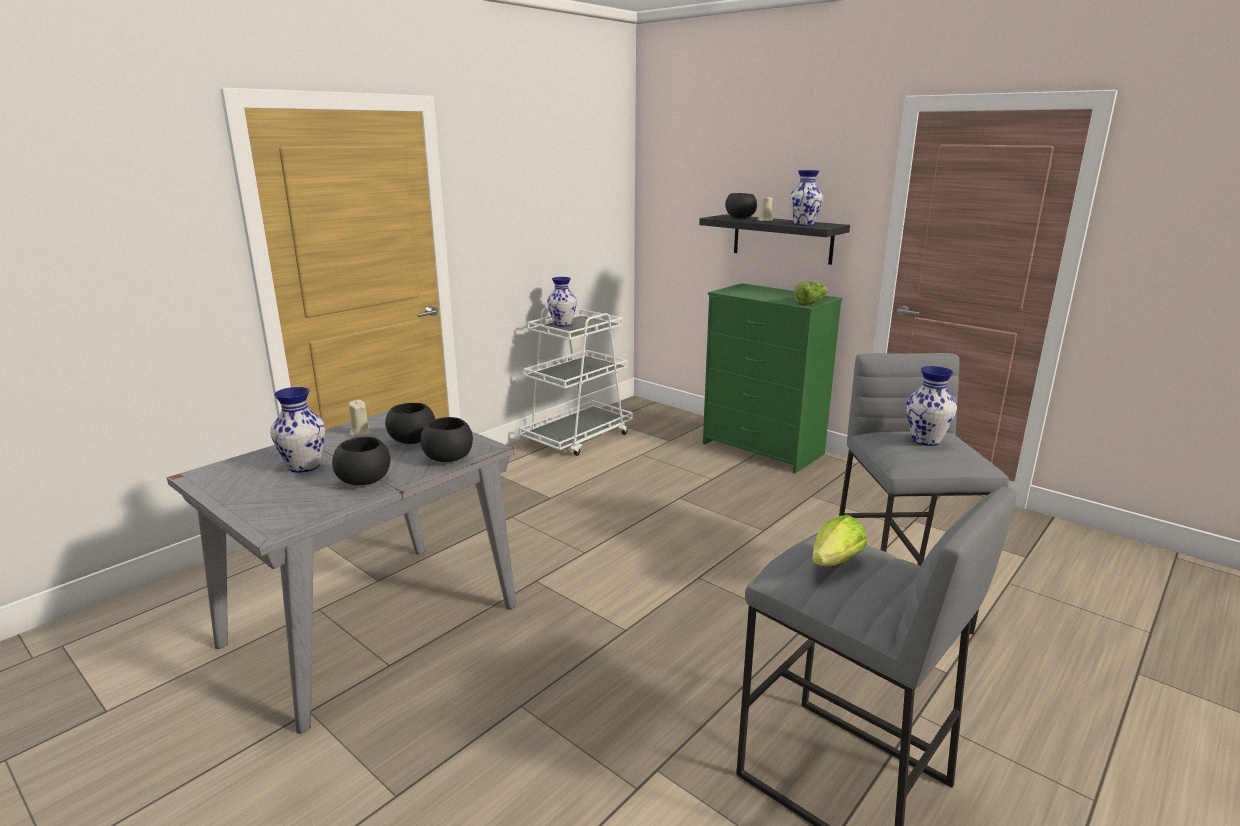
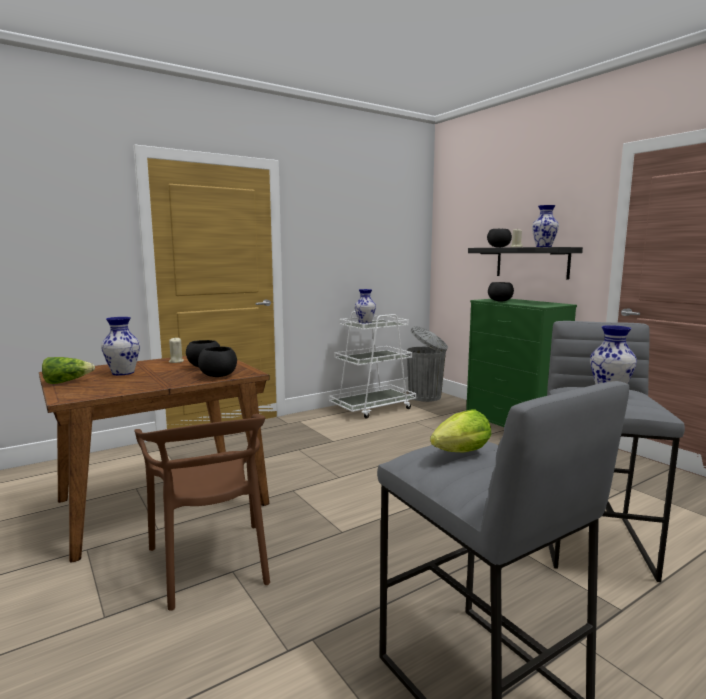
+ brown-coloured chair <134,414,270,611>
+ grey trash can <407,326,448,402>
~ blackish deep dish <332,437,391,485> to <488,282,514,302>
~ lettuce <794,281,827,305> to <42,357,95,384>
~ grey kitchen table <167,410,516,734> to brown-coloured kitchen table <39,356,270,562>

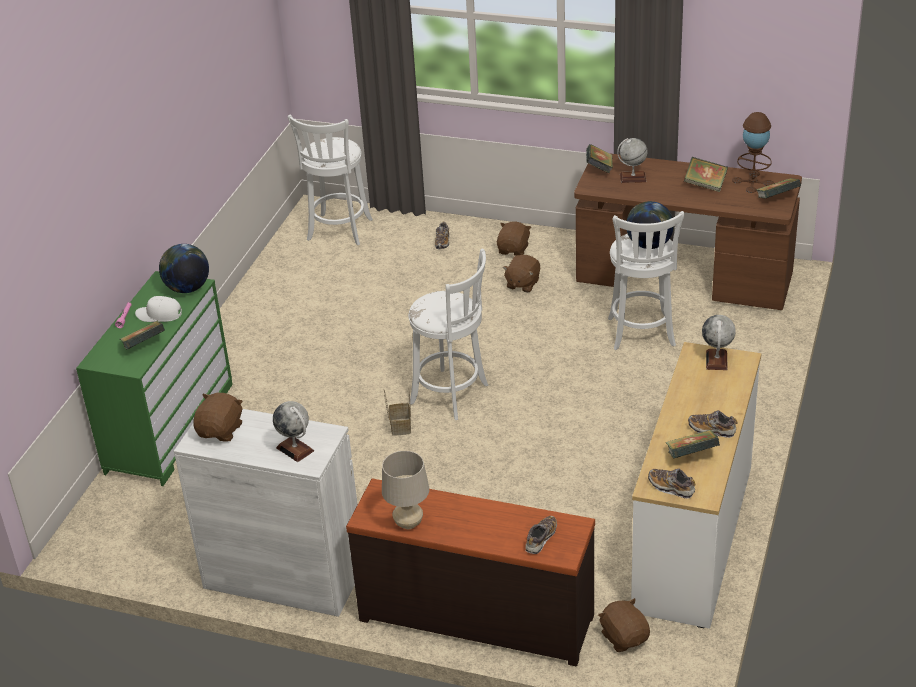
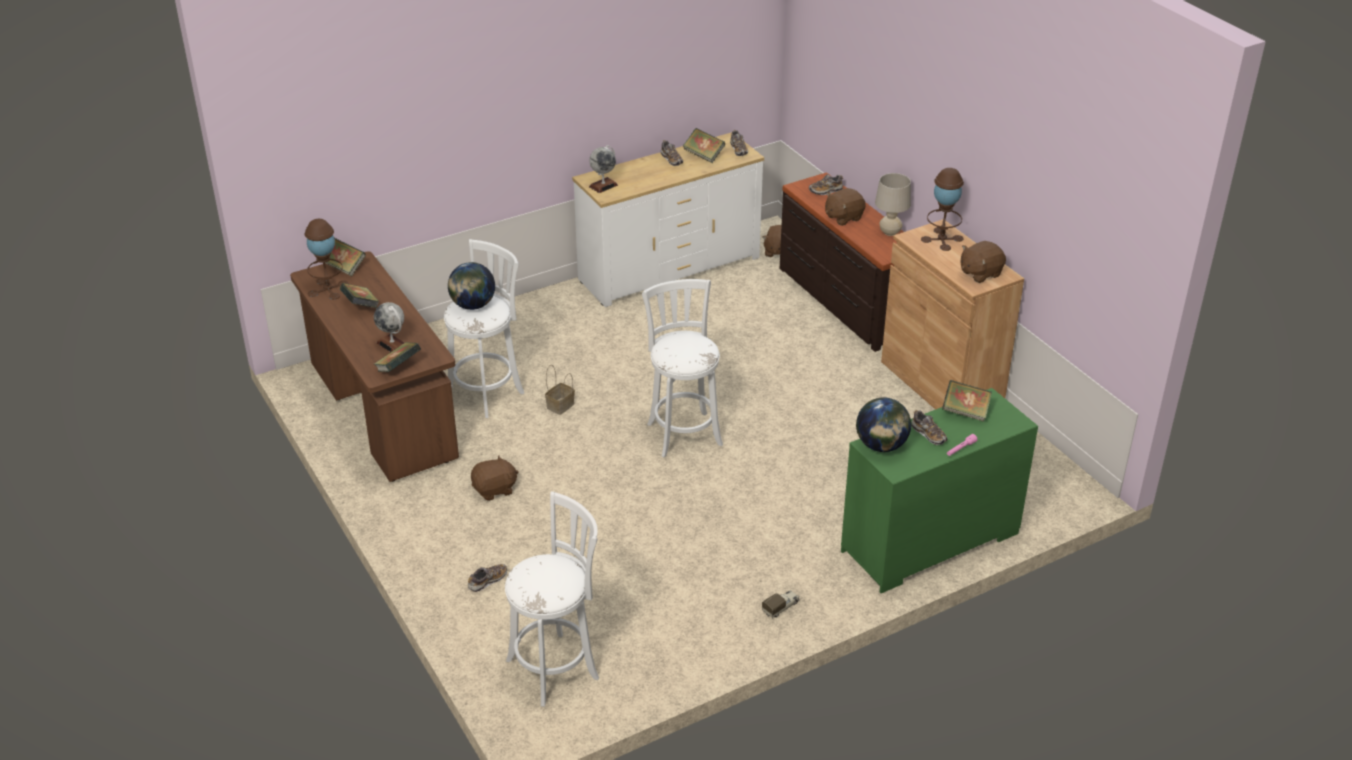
+ toy truck <762,590,799,618>
~ storage basket <384,389,411,436> to <545,365,575,415>
~ brown-coloured cuddly toy <497,222,531,256> to <825,188,866,226>
~ white-coloured cap <135,296,182,322> to low shoe <912,410,947,445>
~ desk globe <273,401,314,462> to brown-coloured table lamp <921,168,964,251>
~ white-coloured storage cabinet <174,409,358,617> to brown-coloured storage cabinet <881,219,1024,410>

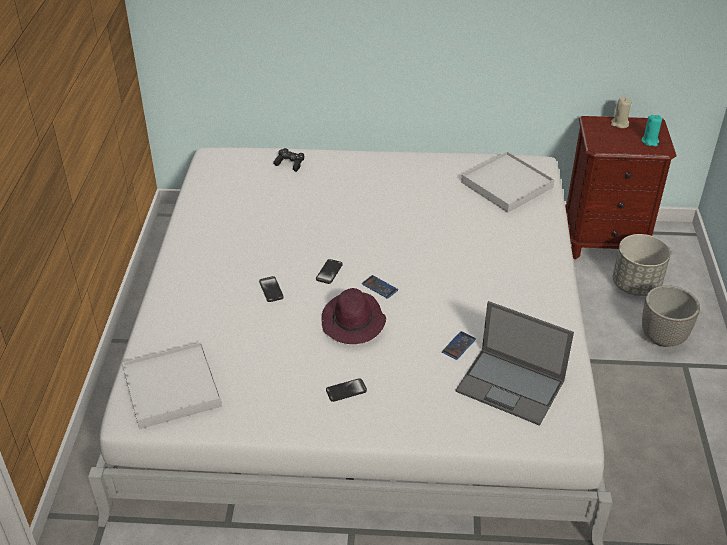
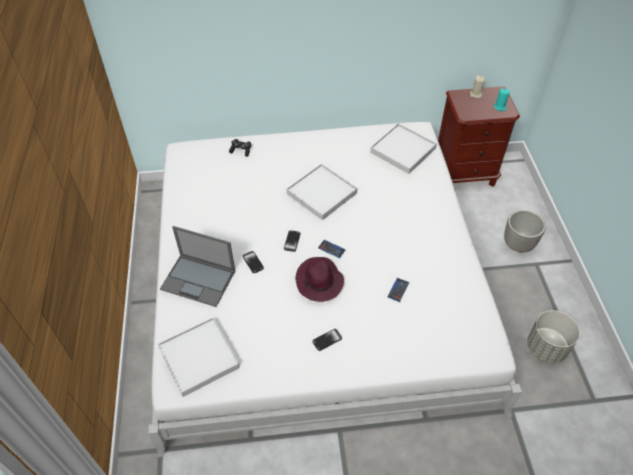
+ white-coloured carrying tray <286,164,357,220>
~ laptop <455,301,574,426> to <160,226,235,307>
~ grey flower pot <613,234,671,296> to <527,310,580,364>

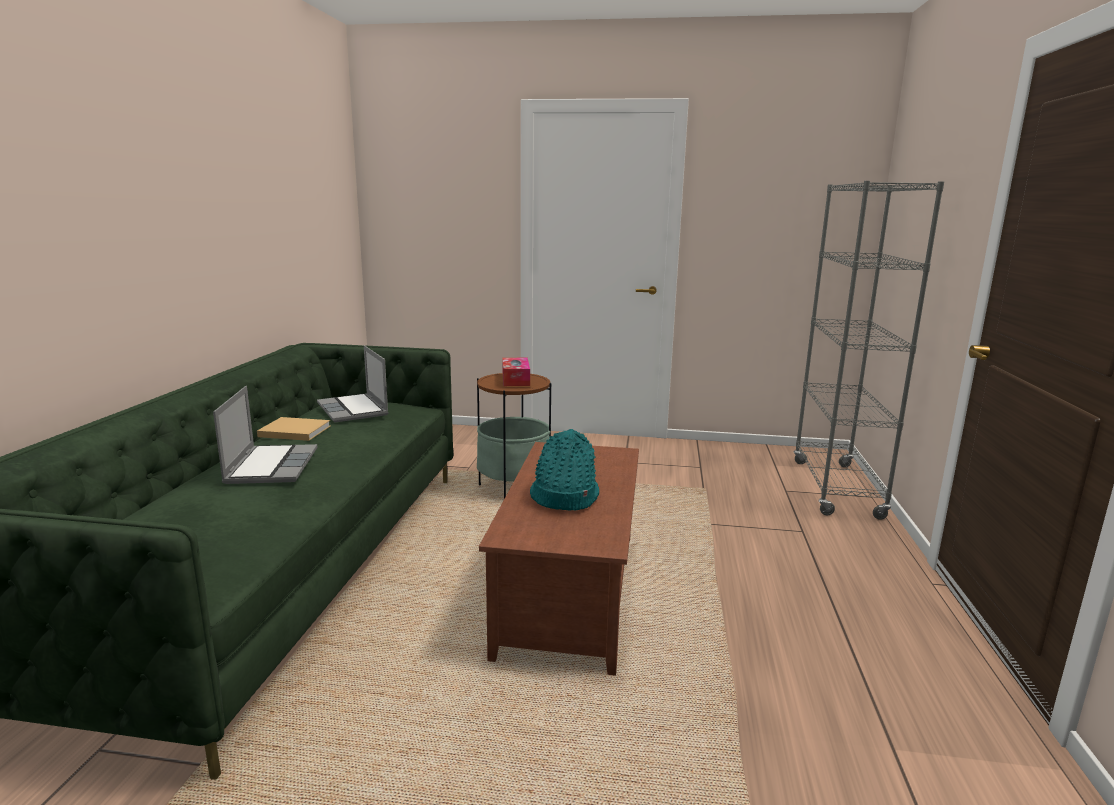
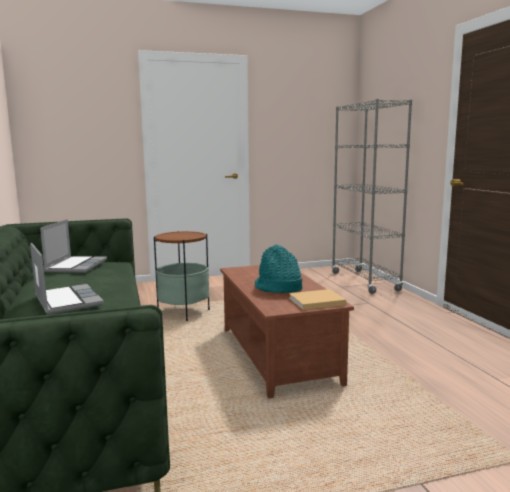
- box of tissues <503,358,530,386>
~ sand-coloured volume <257,417,330,441> to <289,289,346,310>
~ laptop <317,345,389,423> = <40,219,107,273> 120 degrees counterclockwise

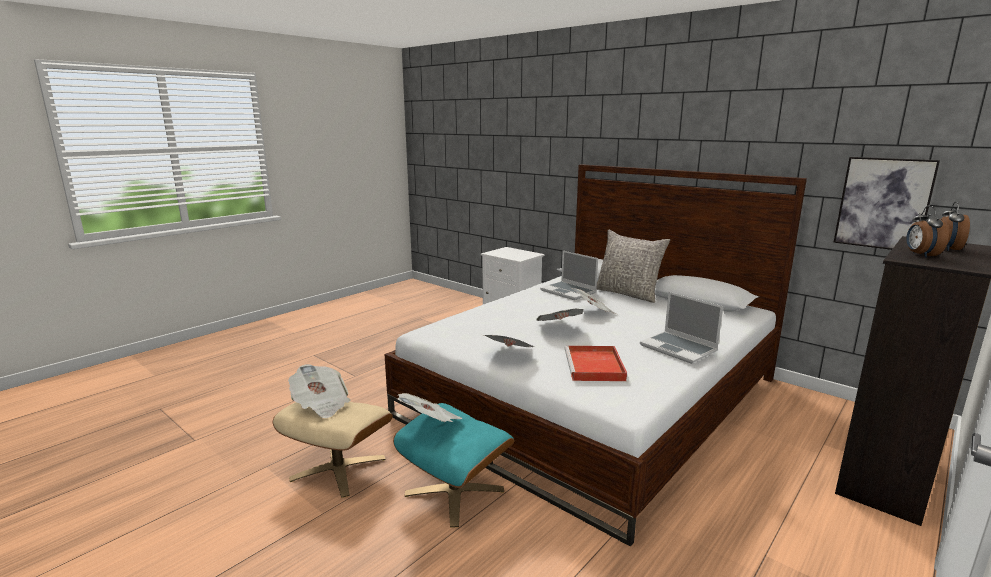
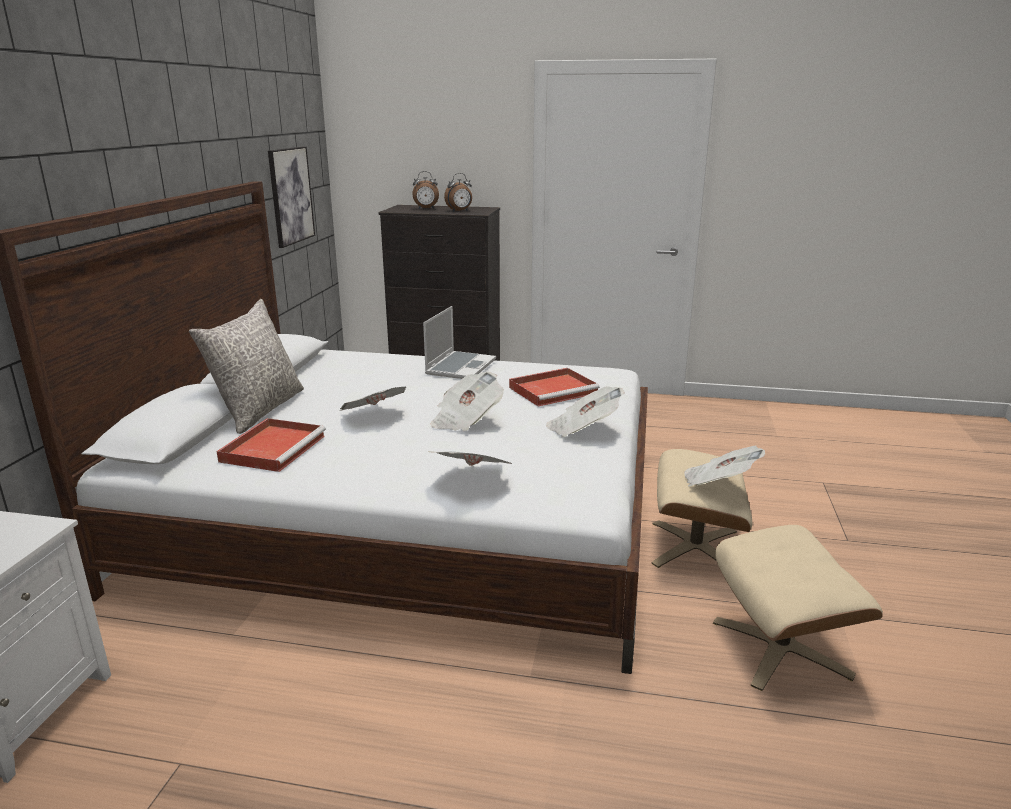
~ daily paper <288,364,350,418> to <428,451,512,466>
~ laptop <540,251,598,300> to red carrying tray <216,418,326,472>
~ turquoise ottoman <393,403,514,528> to sand-coloured ottoman <652,449,752,568>

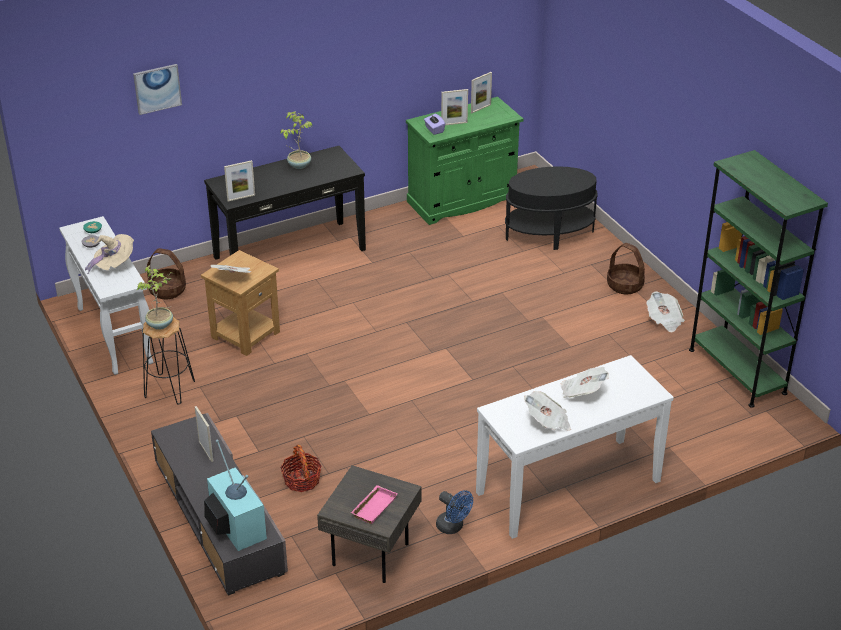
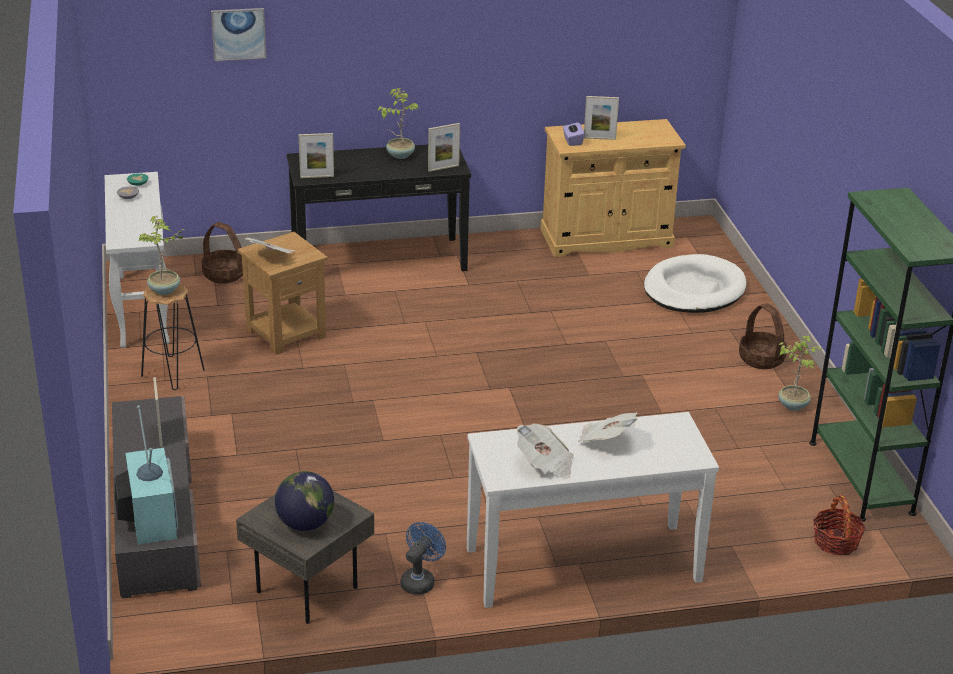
- sand-coloured clothing hat <85,234,134,274>
~ storage basket <280,445,322,492> to <813,495,865,555>
~ picture frame <471,72,492,113> to <428,123,460,172>
~ pinkish carrying tray <351,485,398,524> to desk globe <275,471,334,531>
~ blackish end table <505,166,598,250> to white-coloured dog cushion <644,254,746,313>
~ daily paper <646,291,685,332> to plant in a pot <778,336,822,411>
~ greenish storage cabinet <406,97,524,225> to sand-coloured storage cabinet <540,119,686,257>
~ blue fan <436,490,473,534> = <400,522,446,595> 120 degrees counterclockwise

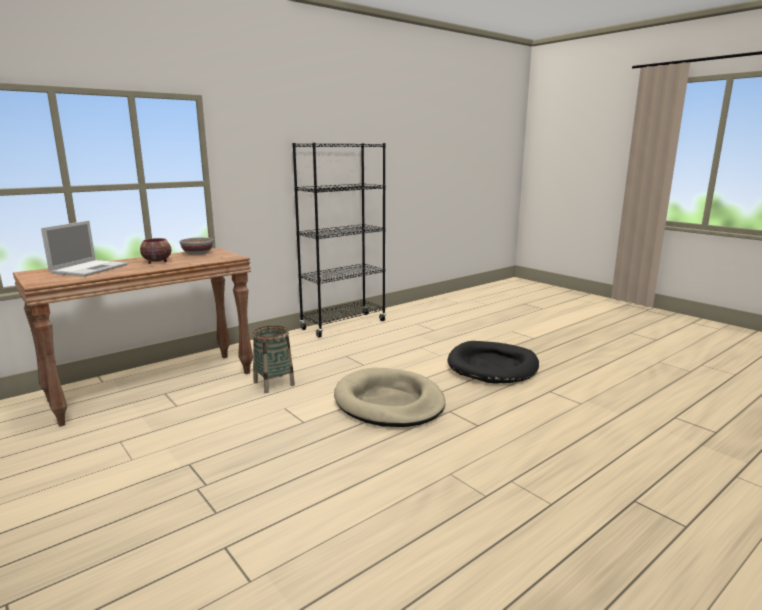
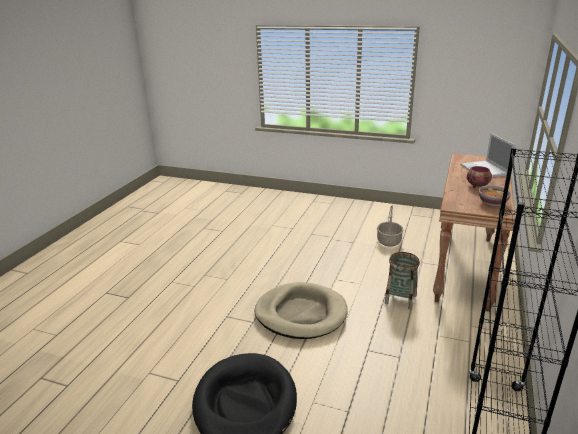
+ storage basket <377,205,403,247>

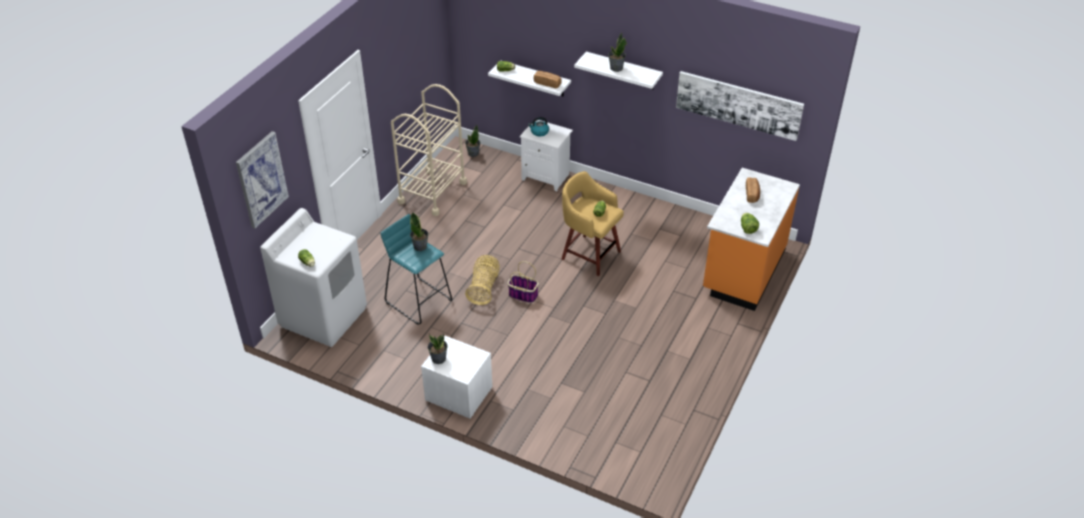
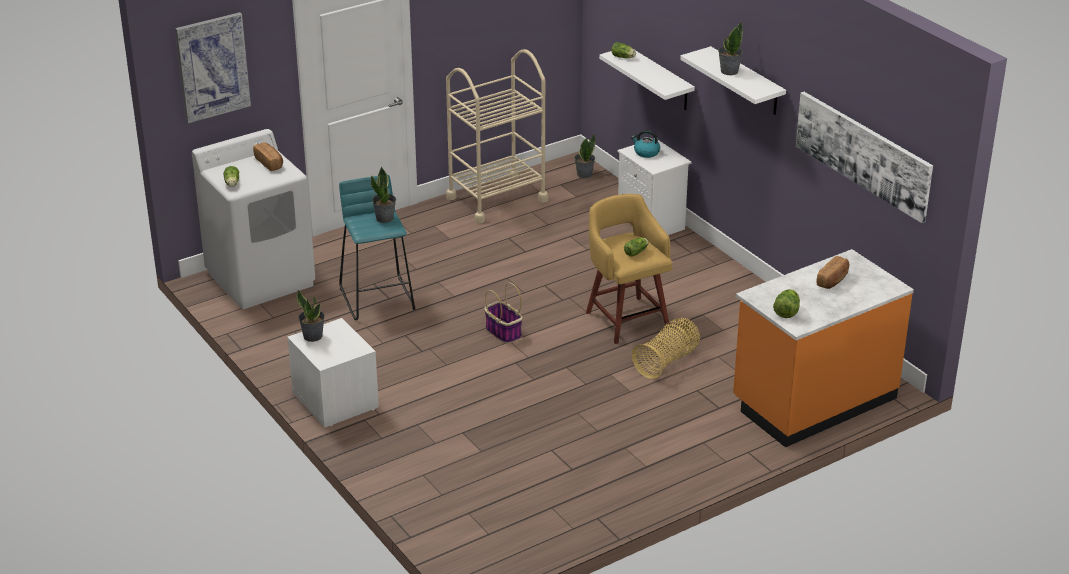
~ storage basket <465,255,500,305> to <632,318,700,379>
~ bakery bread <534,71,562,88> to <253,142,283,171>

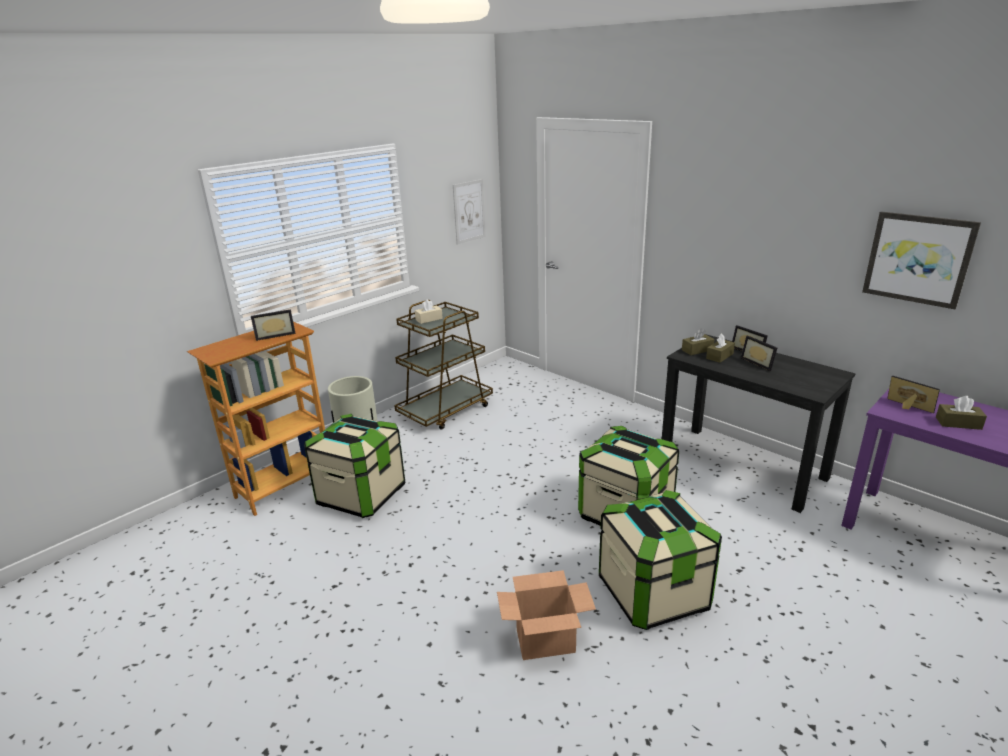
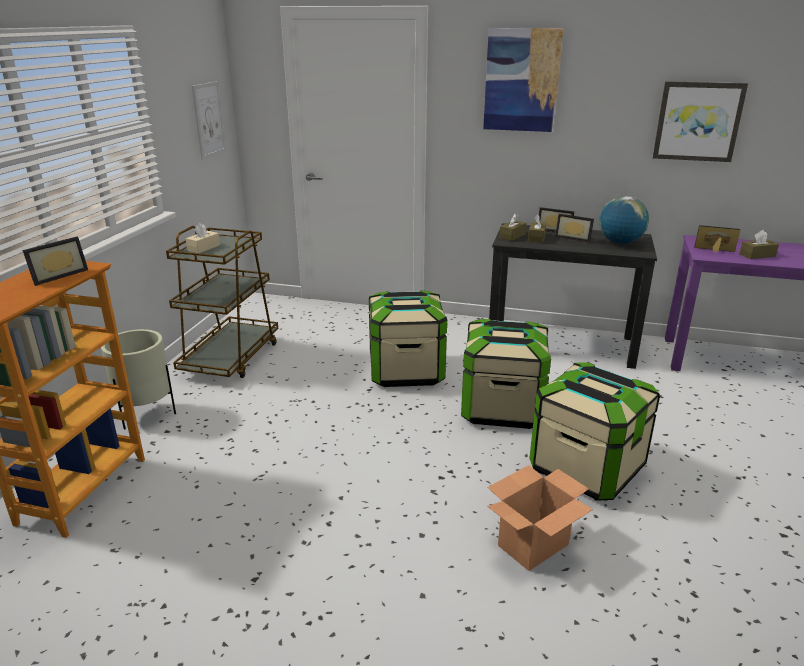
+ wall art <483,28,564,132>
+ desk globe <599,196,649,244>
~ storage container <304,414,405,518> to <369,290,447,387>

